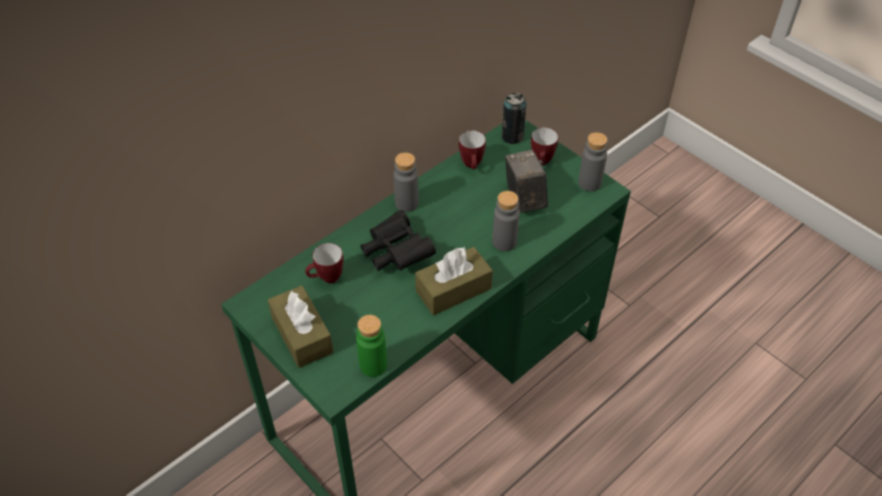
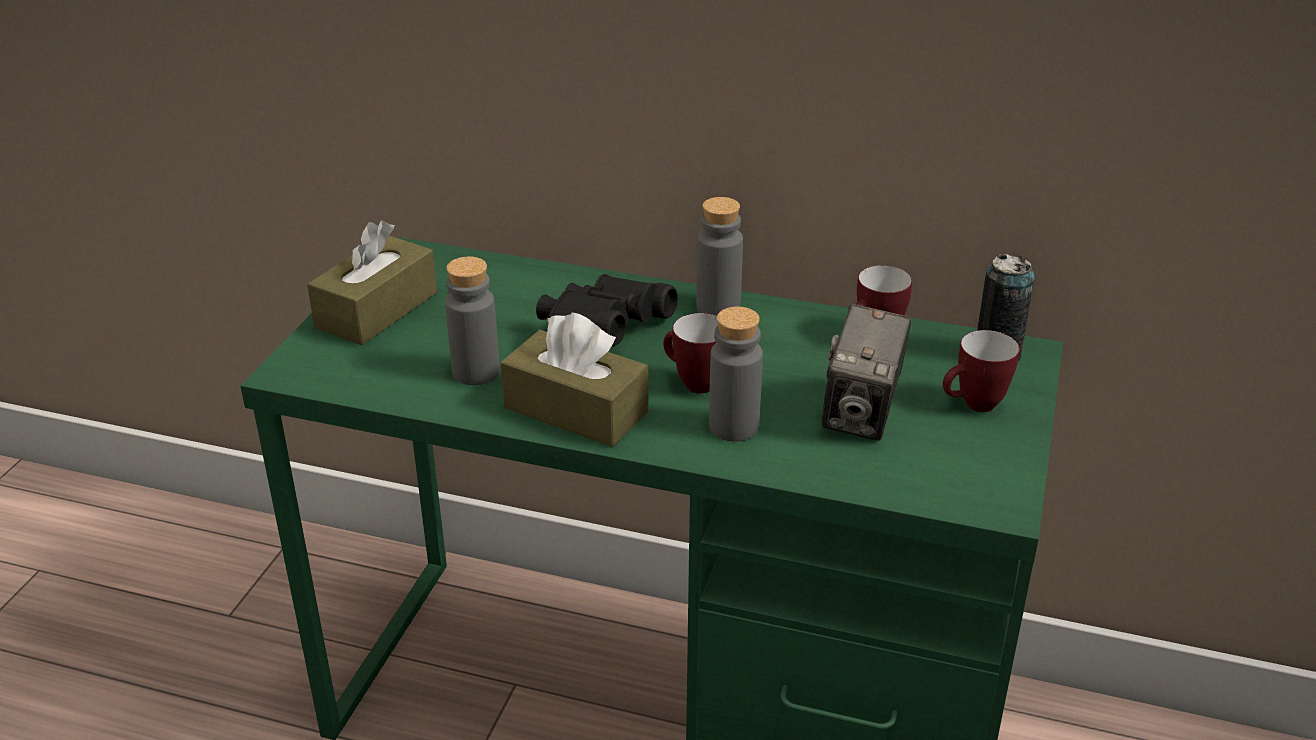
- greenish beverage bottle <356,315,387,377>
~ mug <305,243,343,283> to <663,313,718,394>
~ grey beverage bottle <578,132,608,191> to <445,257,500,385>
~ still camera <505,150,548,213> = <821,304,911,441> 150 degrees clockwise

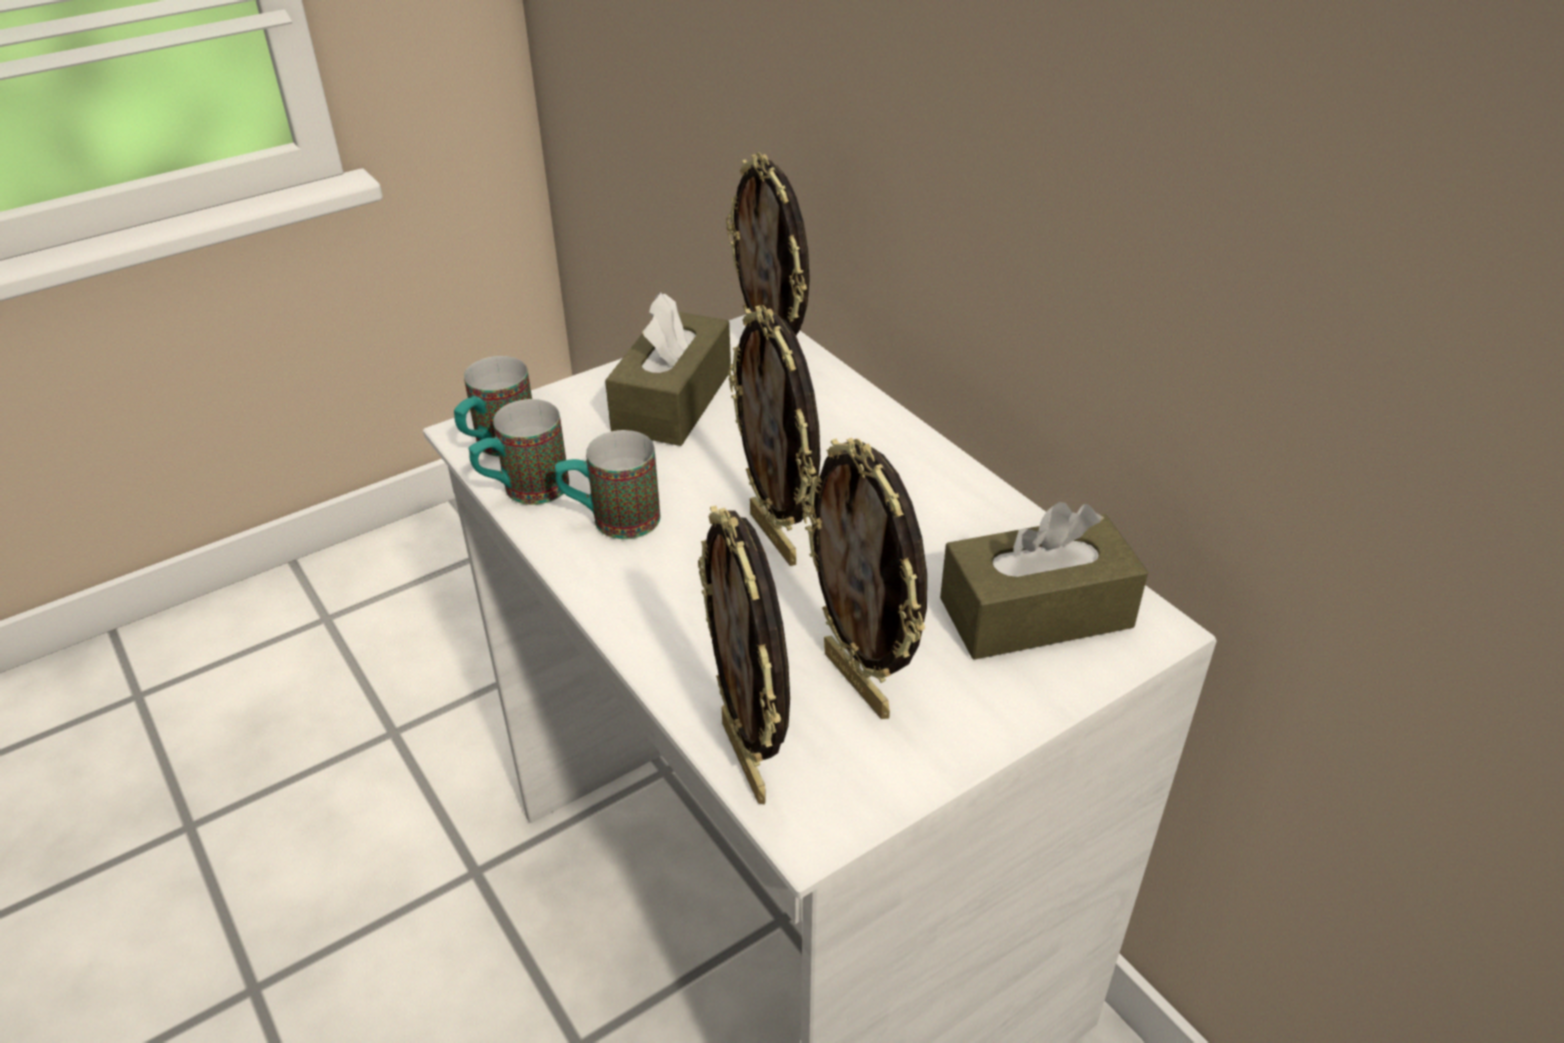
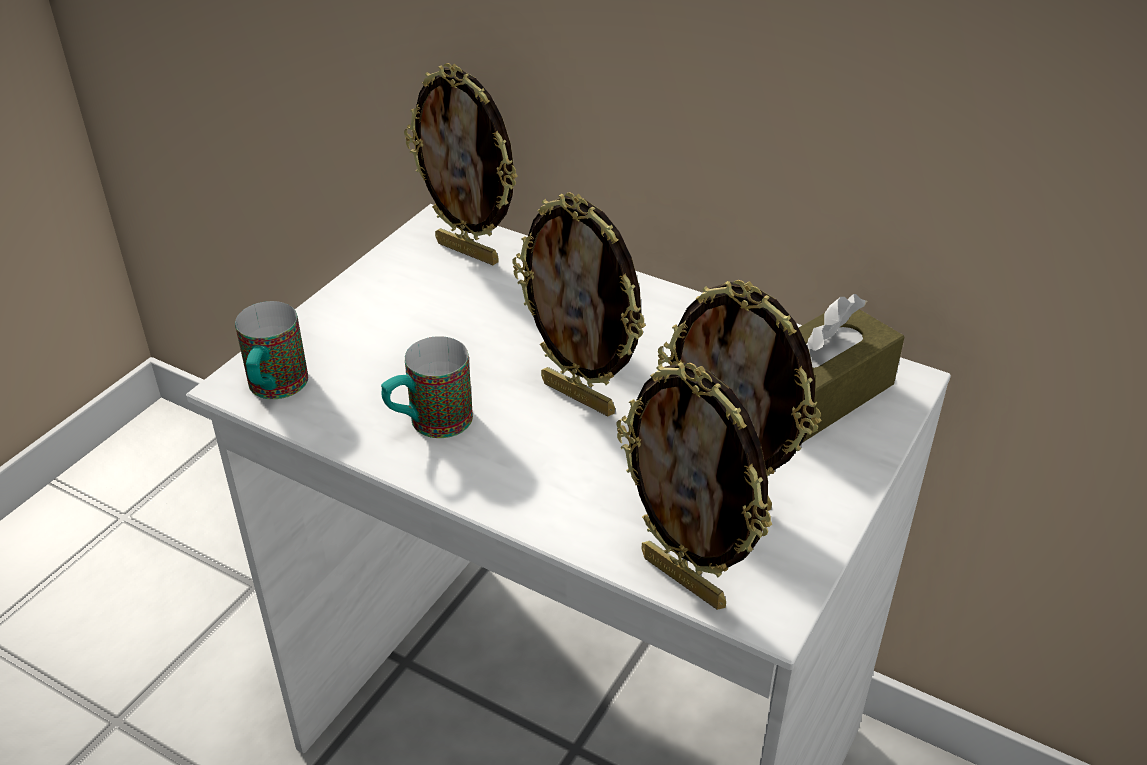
- mug <469,399,569,505>
- brown-coloured box of tissues <605,292,731,446>

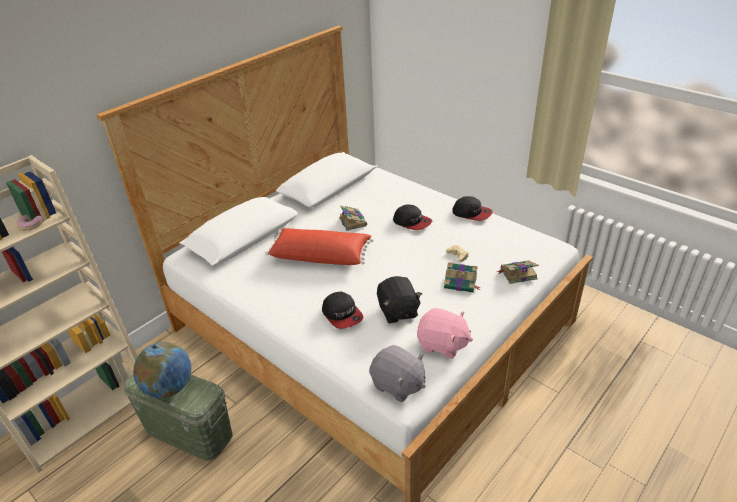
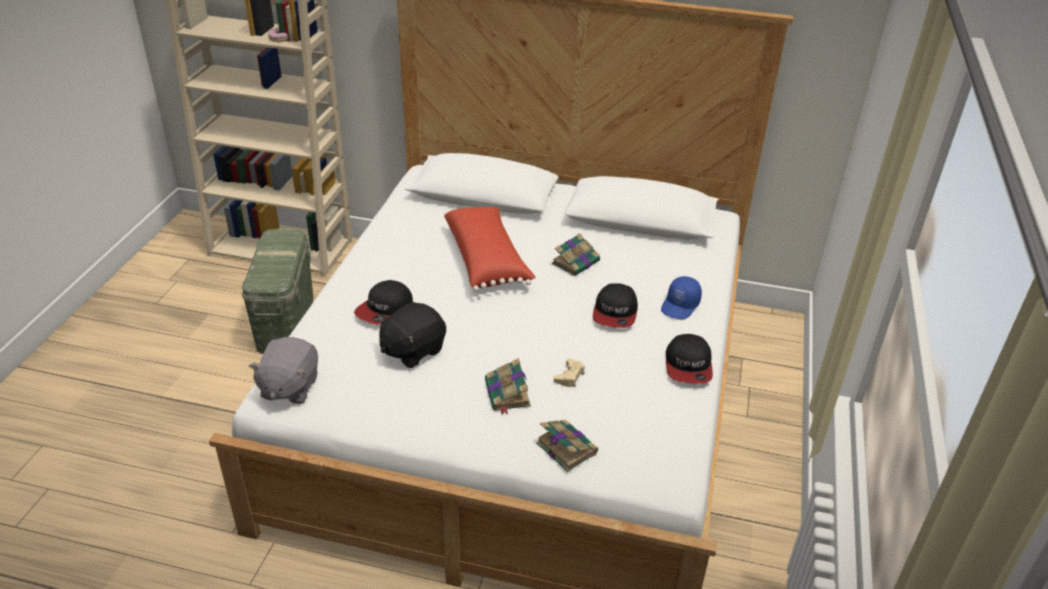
- desk globe <133,342,191,398>
- pinkish cuddly toy <417,308,473,359>
+ blue cap <661,276,702,319>

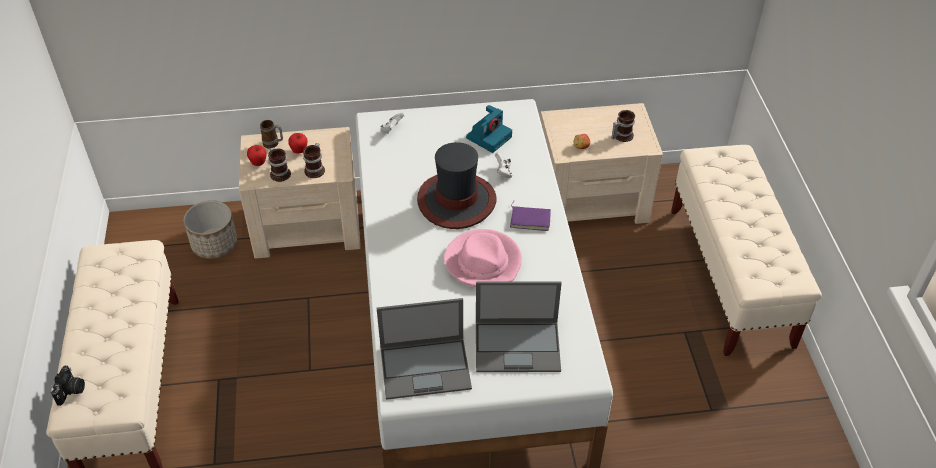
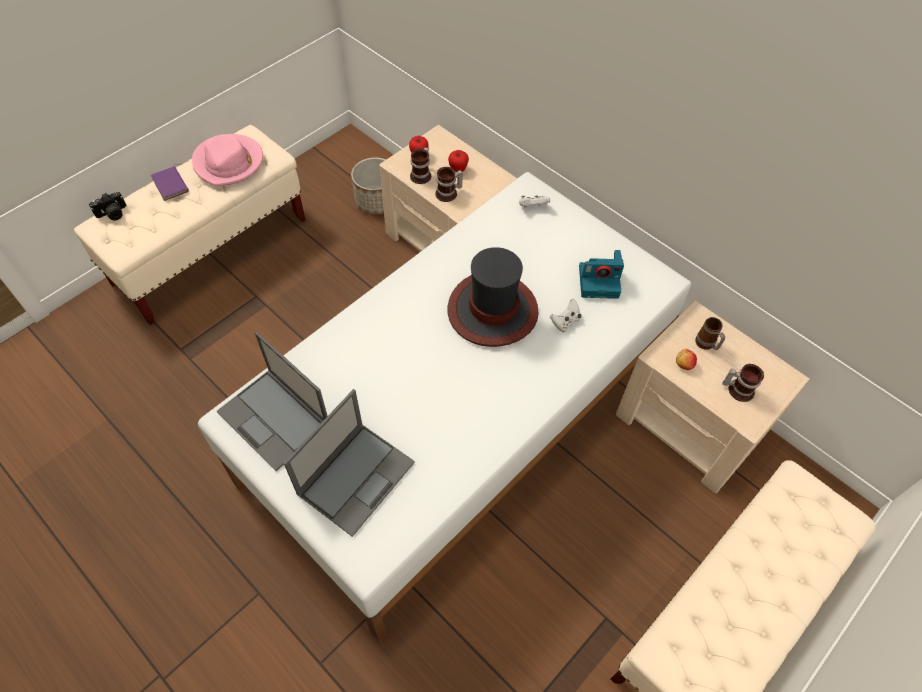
~ mug <260,120,283,149> to <695,317,725,350>
~ pinkish clothing hat <444,229,522,287> to <192,134,263,186>
~ purplish volume <510,201,551,231> to <151,164,189,201>
~ laptop <476,281,562,372> = <284,389,415,537> 105 degrees counterclockwise

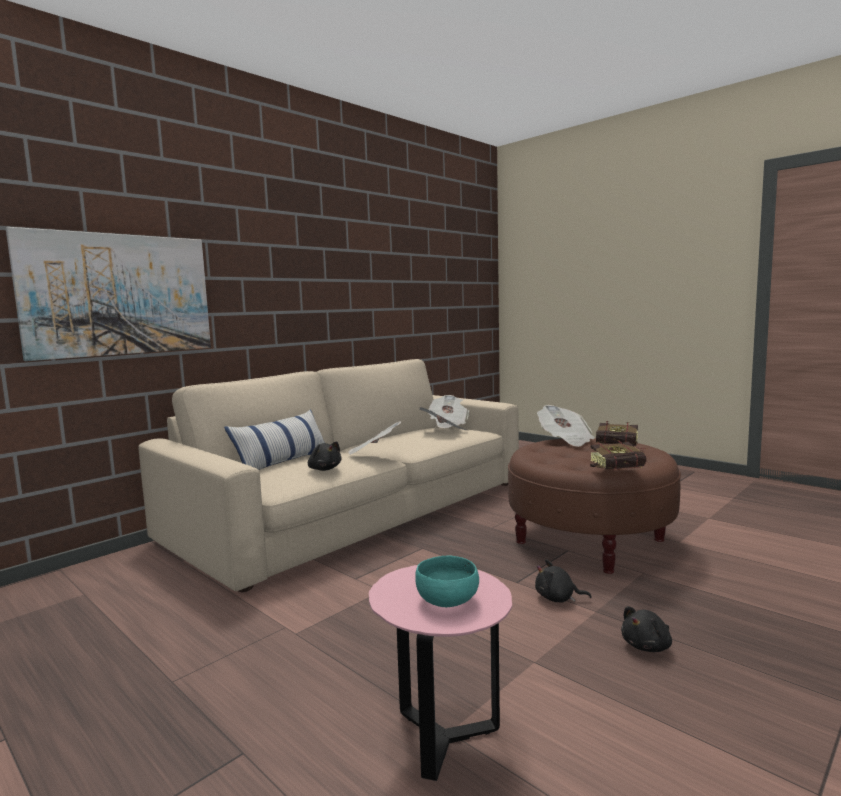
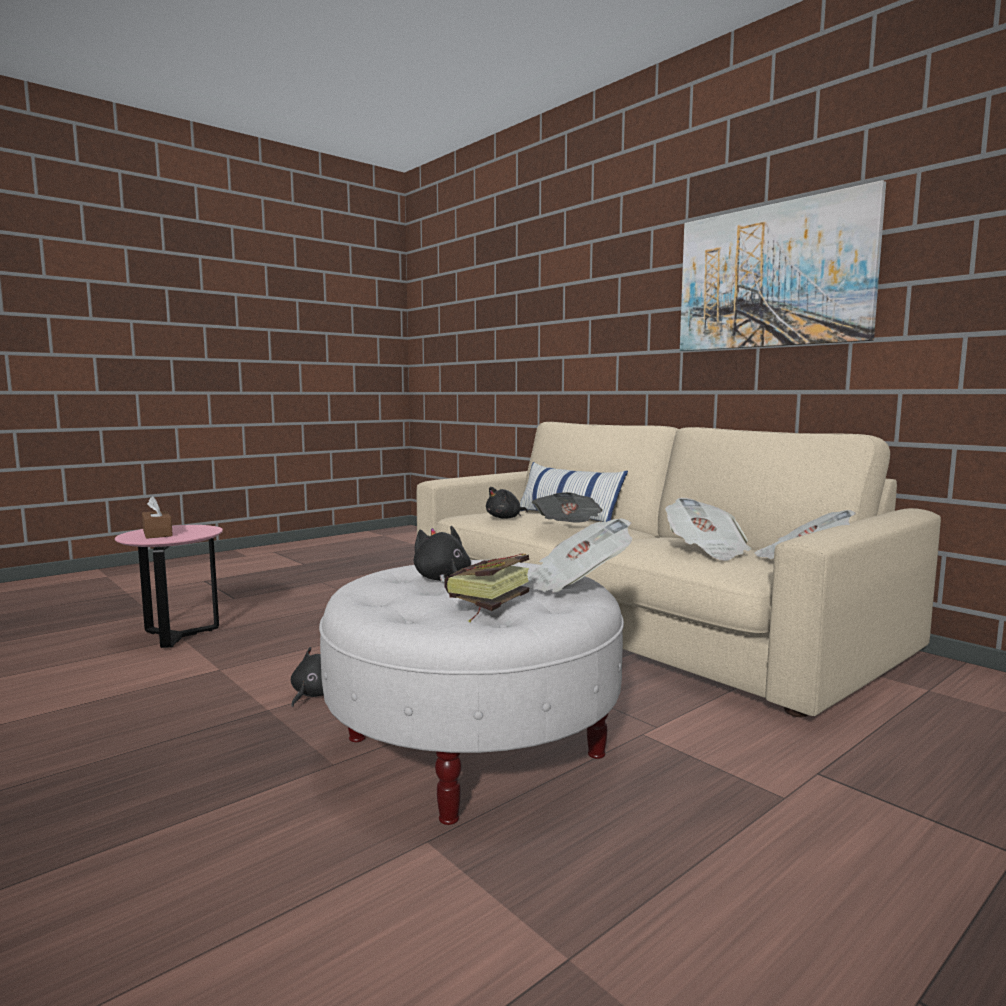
- volume <590,440,646,470>
~ wall art <6,227,211,361> to <680,180,886,351>
~ blackish cuddly toy <621,606,672,652> to <414,526,471,583>
~ turquoise deep dish <415,556,479,607> to brown-coloured box of tissues <142,496,173,539>
~ brown-coloured ottoman <508,438,681,574> to white-coloured ottoman <319,560,624,825>

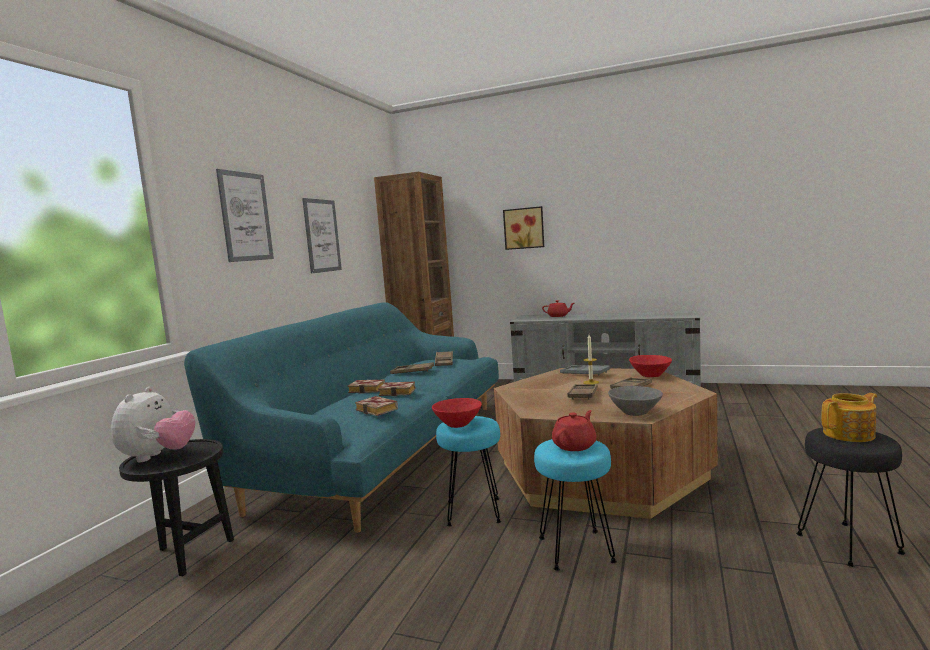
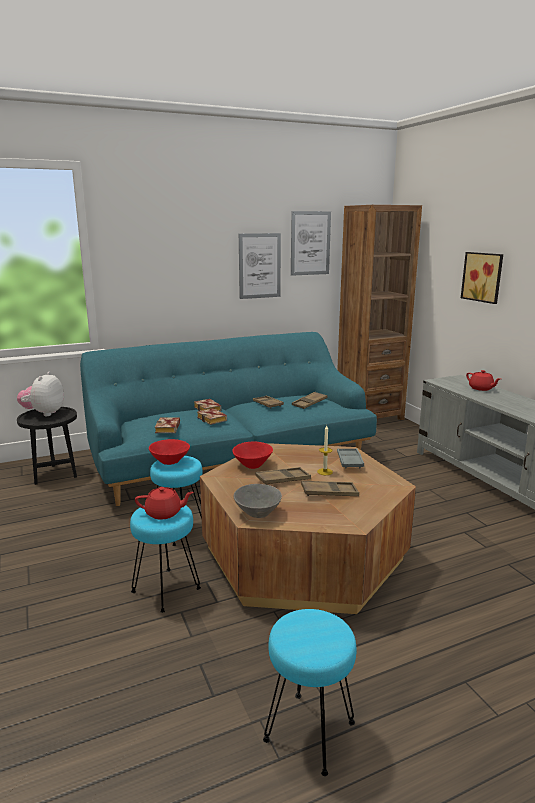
- teapot <822,393,877,442>
~ wall art <216,169,274,262> to <291,211,331,276>
~ red deep dish <629,355,672,377> to <233,441,273,469>
~ blackish stool <796,428,905,567> to turquoise stool <263,609,356,776>
~ cuddly toy <111,387,196,462> = <17,372,64,416> 135 degrees clockwise

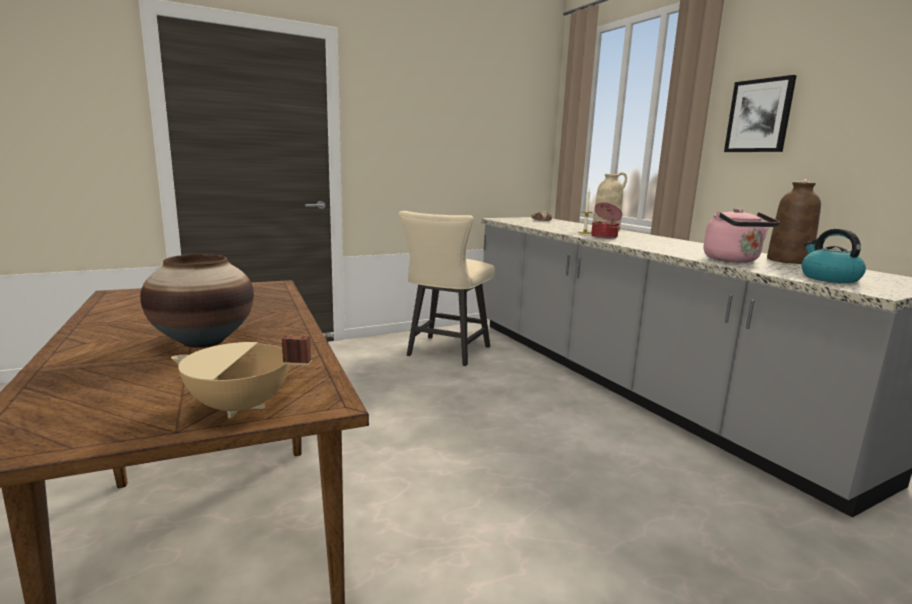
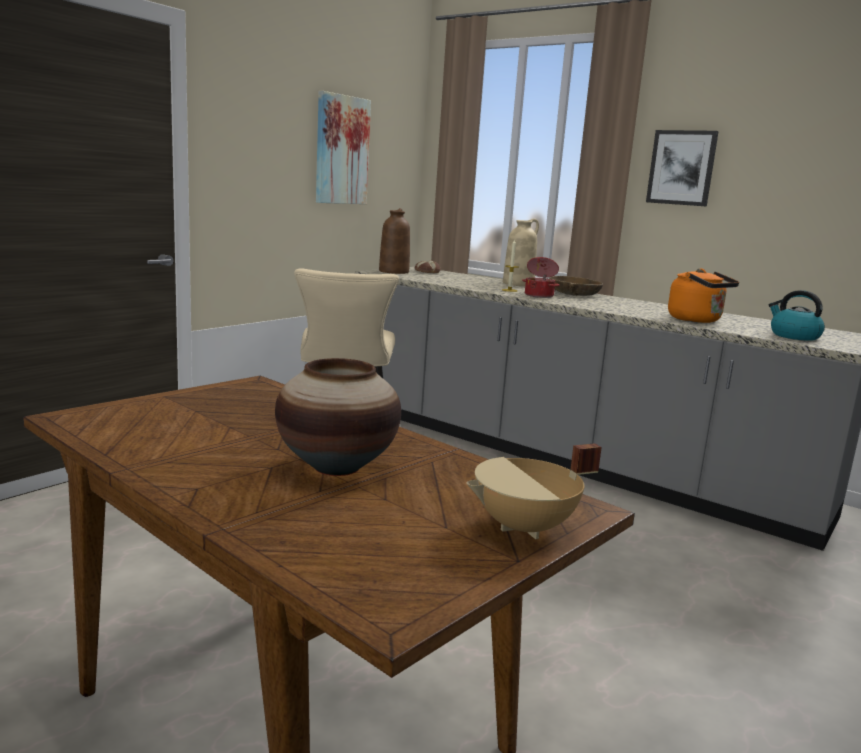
+ wall art <316,91,371,204>
+ brown-coloured deep dish <549,276,603,296>
~ brown-coloured vase <767,179,821,264> to <379,208,410,274>
~ pinkish water kettle <704,208,779,262> to orangey water kettle <668,268,739,323>

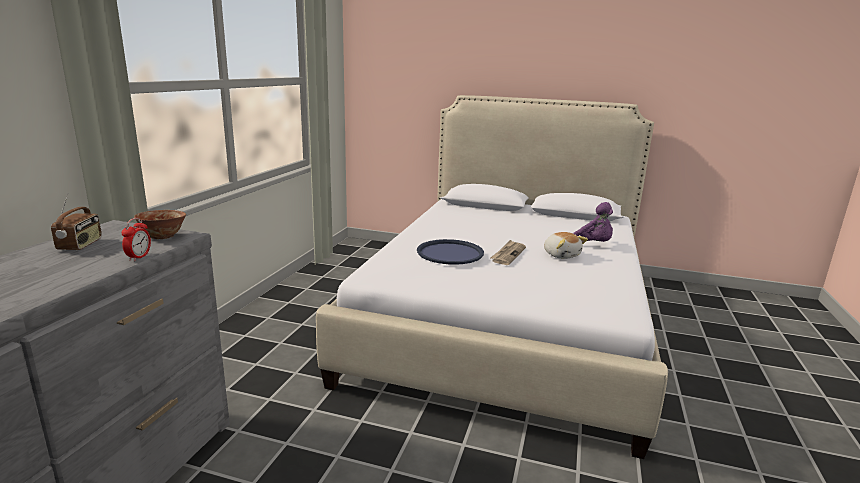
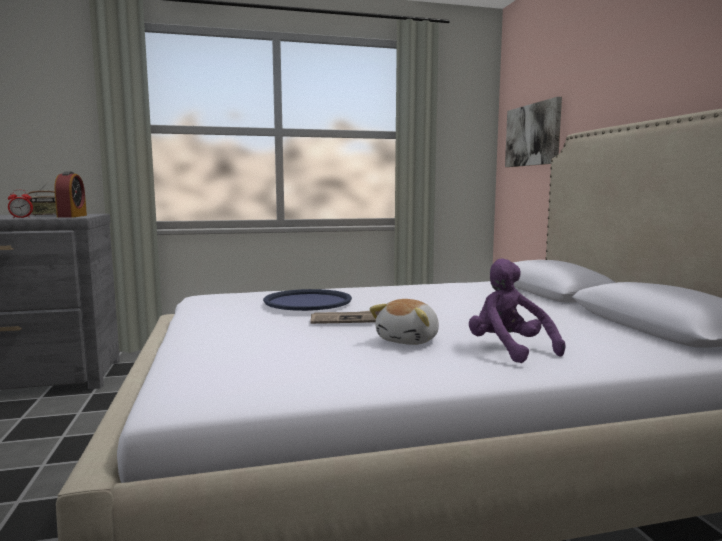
+ wall art <505,97,562,167>
~ deep dish <134,210,186,239> to alarm clock <54,171,87,218>
~ purplish cuddly toy <573,202,613,242> = <469,258,566,363> 135 degrees clockwise

